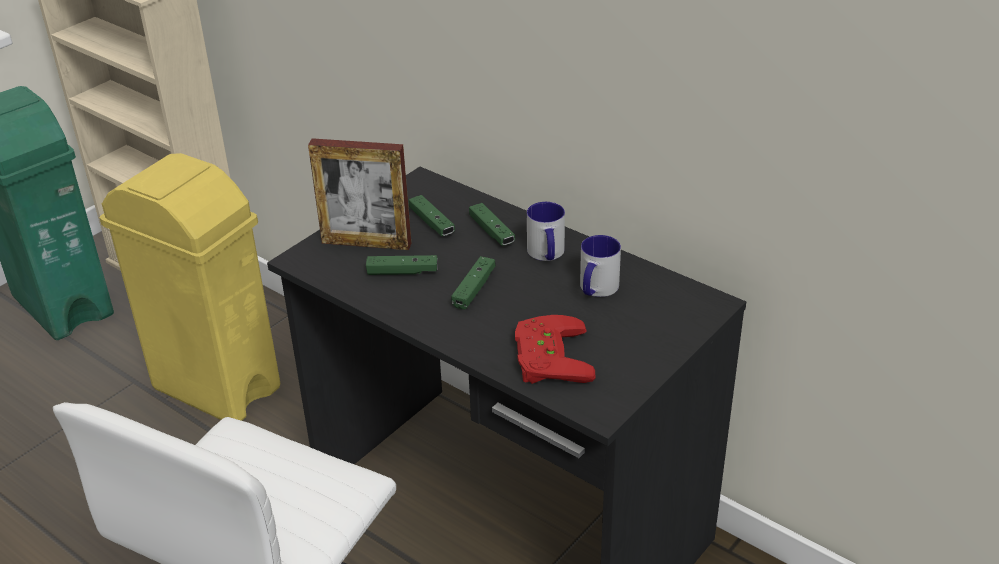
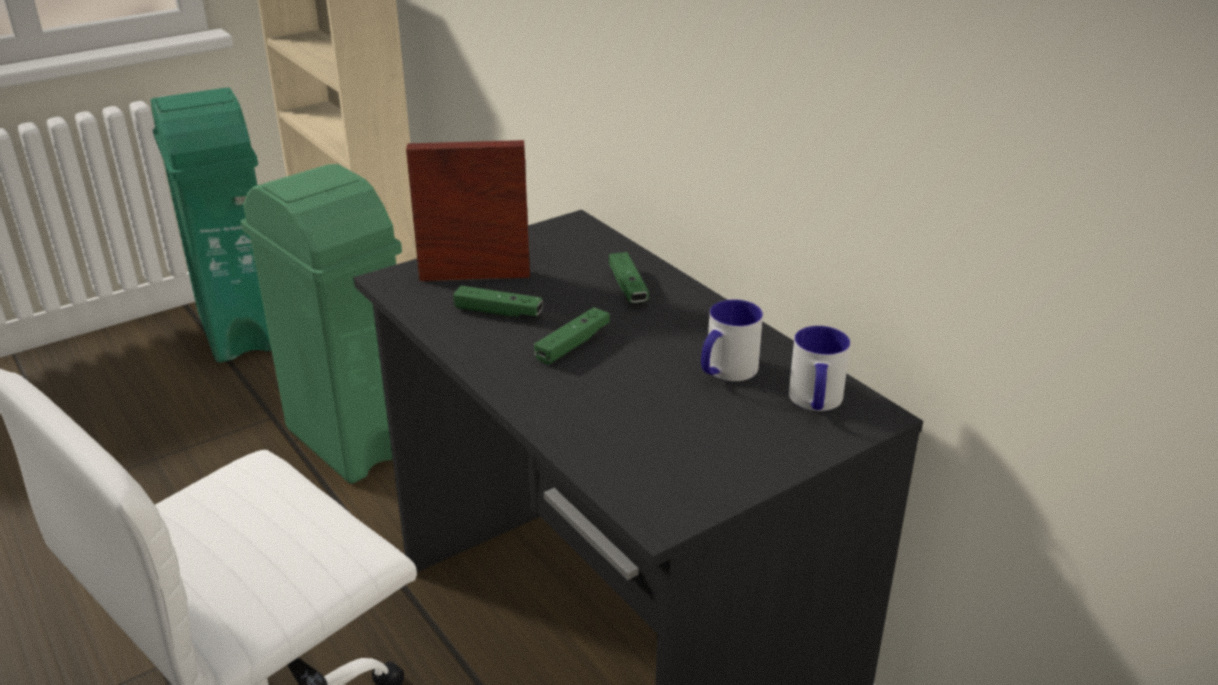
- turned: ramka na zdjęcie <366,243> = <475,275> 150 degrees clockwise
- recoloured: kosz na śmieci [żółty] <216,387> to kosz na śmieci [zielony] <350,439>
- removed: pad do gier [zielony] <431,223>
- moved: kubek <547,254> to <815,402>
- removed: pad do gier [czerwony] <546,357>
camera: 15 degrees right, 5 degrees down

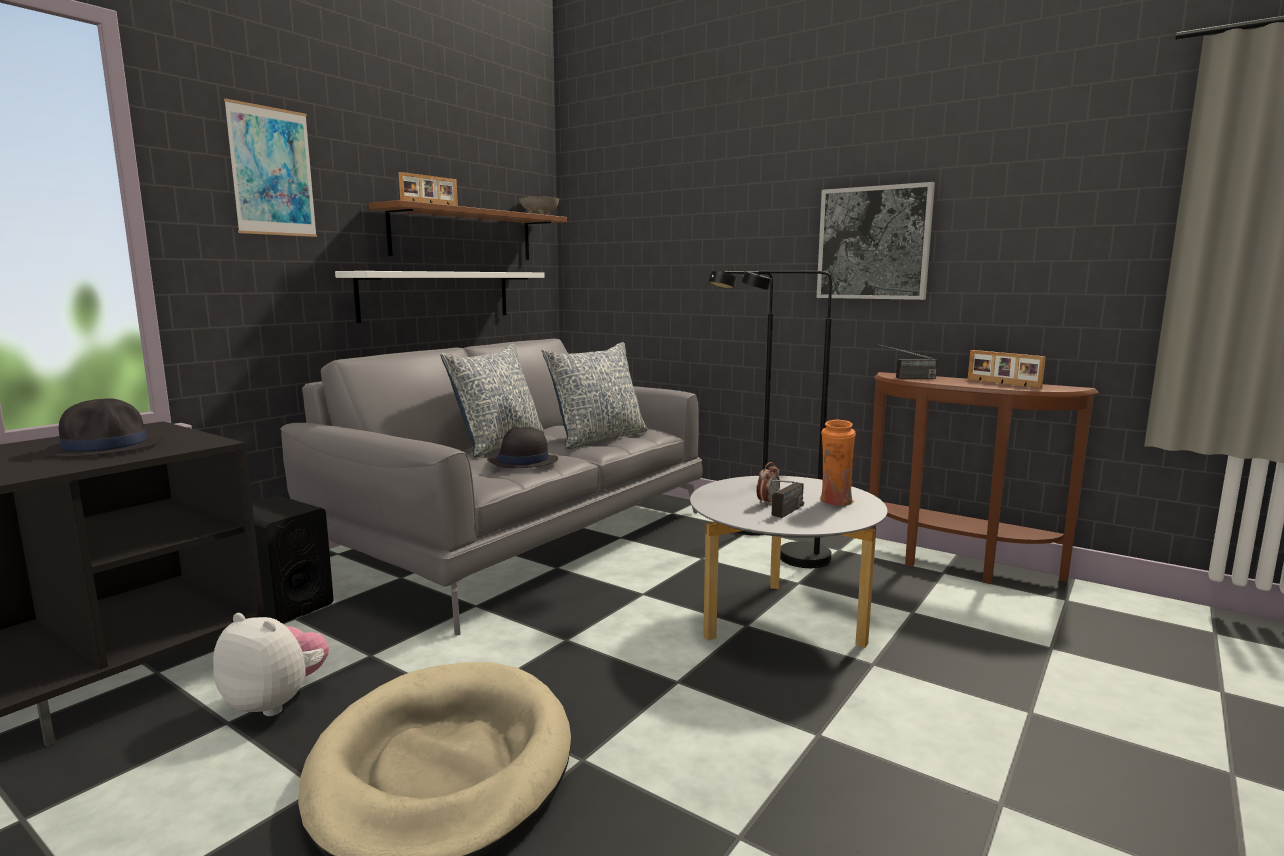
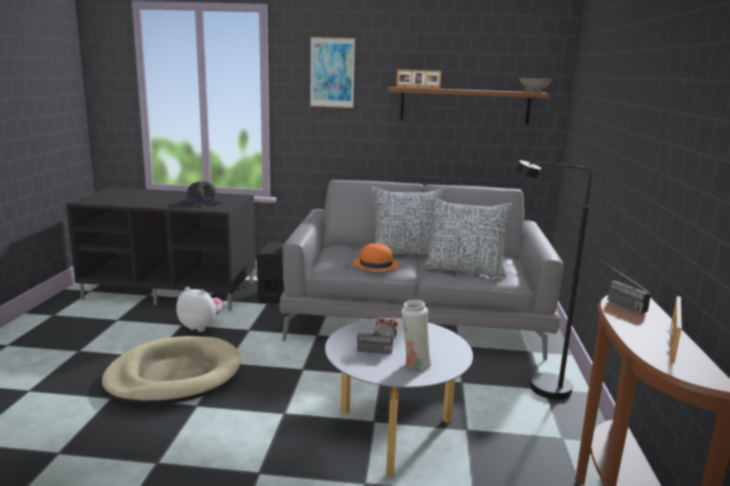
- removed: obraz <873,243>
- removed: lampa stojąca [czarny] <789,557>
- removed: półka [biały] <437,295>
- recoloured: wazon [pomarańczowy] <835,502> to wazon [biały] <415,364>
- recoloured: kapelusz [czarny] <522,461> to kapelusz [pomarańczowy] <375,265>
- turned: pluszak <276,701> = <201,327> 60 degrees counterclockwise
camera: 60 degrees right, 5 degrees up

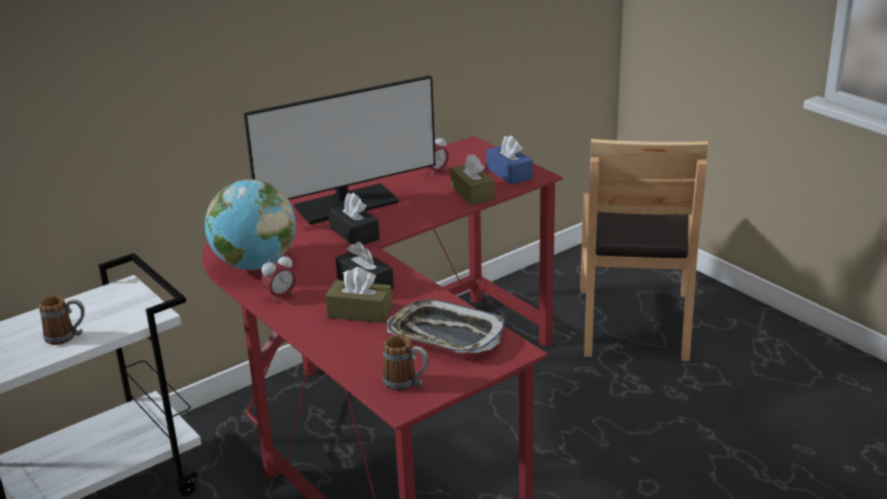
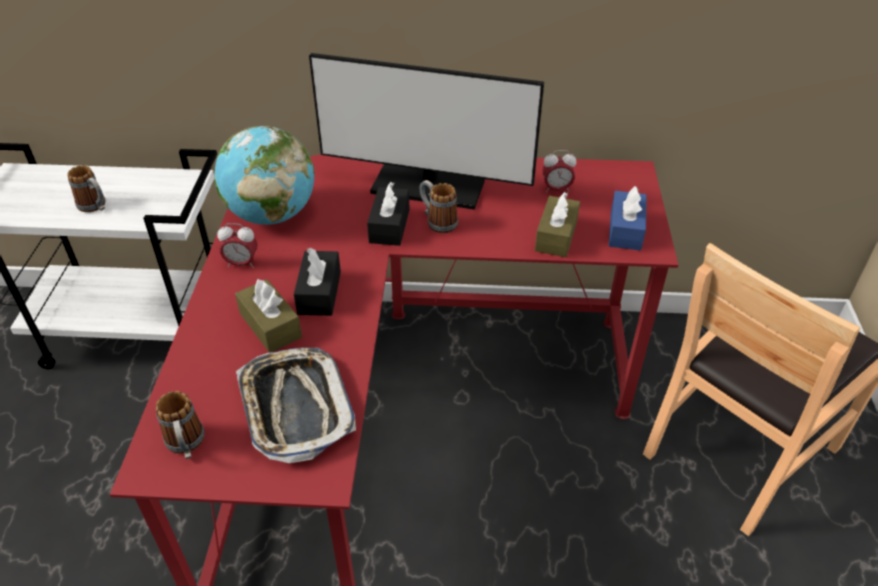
- added: kubek <437,221>
camera: 40 degrees right, 15 degrees up

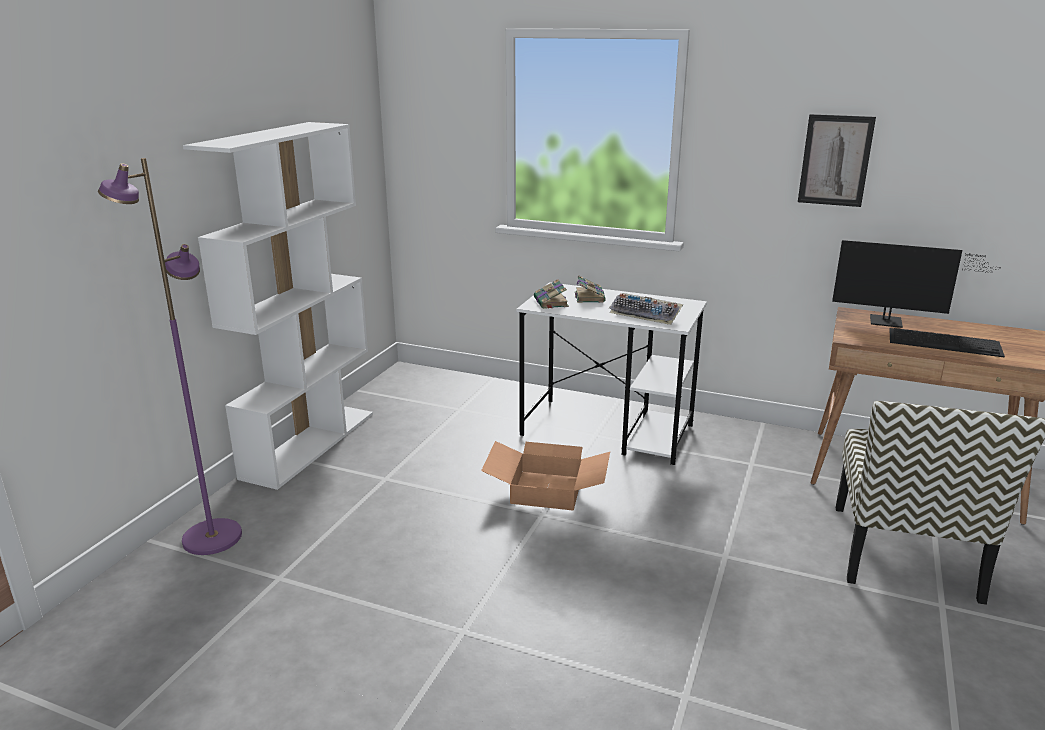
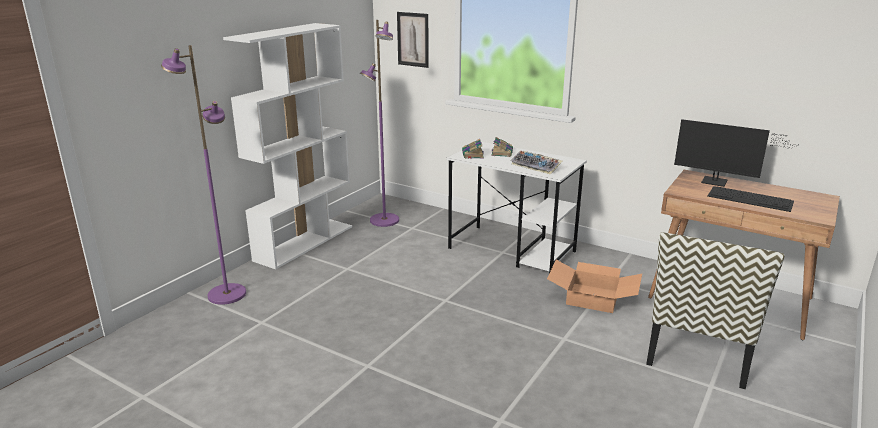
- moved: obraz <835,160> to <413,39>
- moved: karton <548,490> to <593,297>
- added: lampa stojąca [fioletowy] <384,221>
camera: 10 degrees right, 0 degrees up

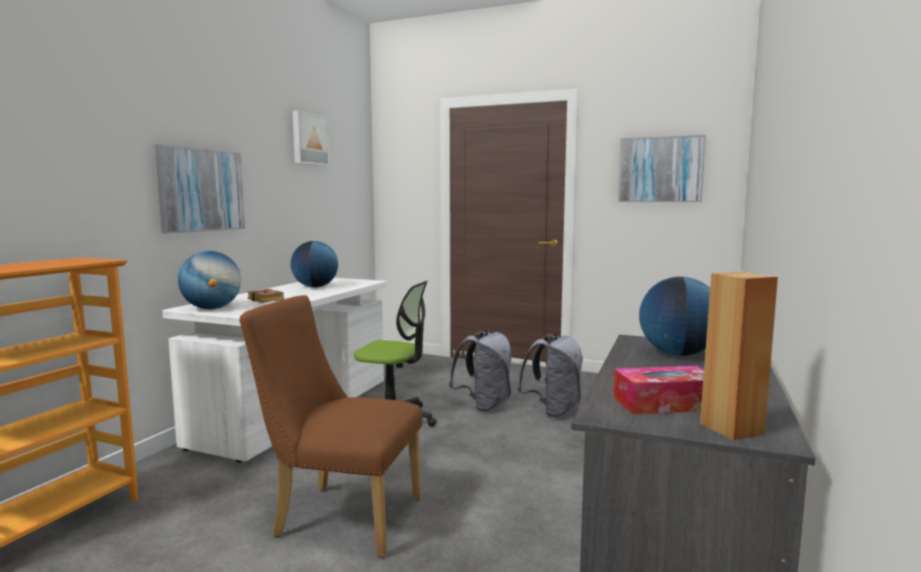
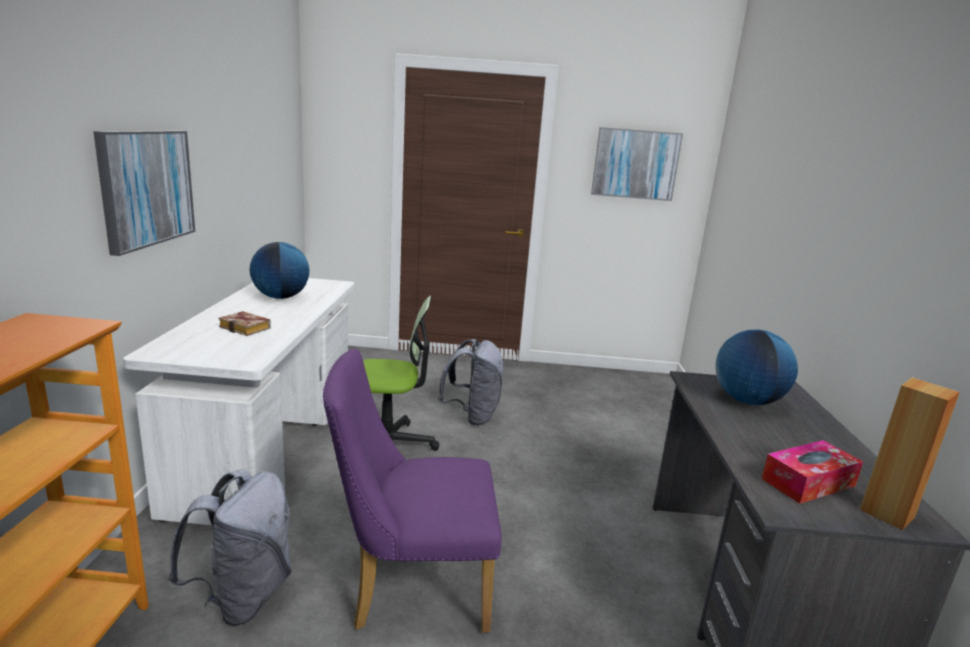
- removed: obraz <309,139>
- removed: globus <212,308>
- recoloured: krzesło [brązowy] <339,516> to krzesło [fioletowy] <410,587>
- moved: plecak [szary] <553,411> to <243,597>
camera: 20 degrees left, 10 degrees up

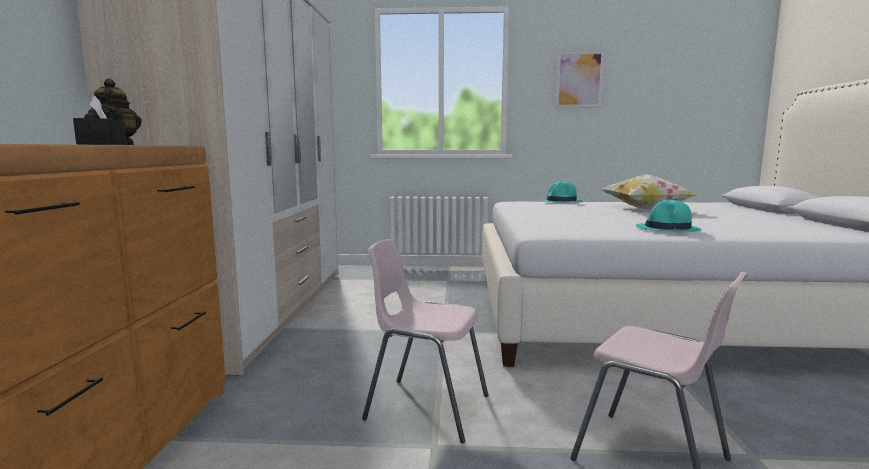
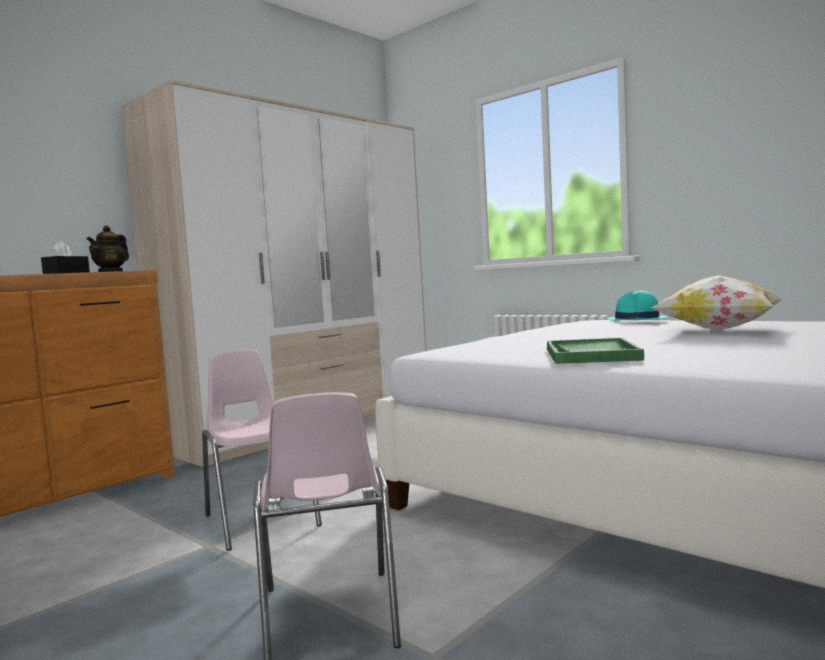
- removed: obraz <579,79>
- replaced: kapelusz [turkusowy] <667,229> to taca [zielony] <591,354>
camera: 40 degrees right, 5 degrees down

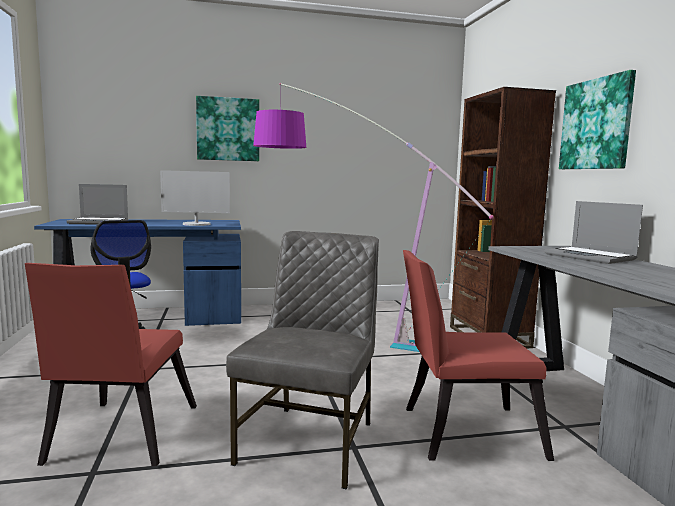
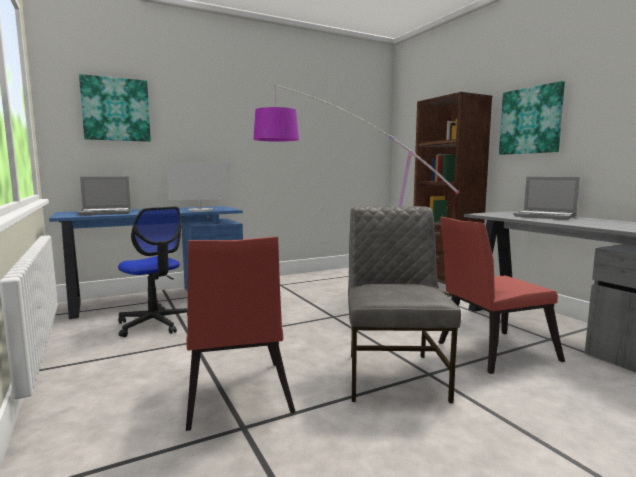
- moved: obraz <228,129> to <116,109>
camera: 15 degrees left, 0 degrees up

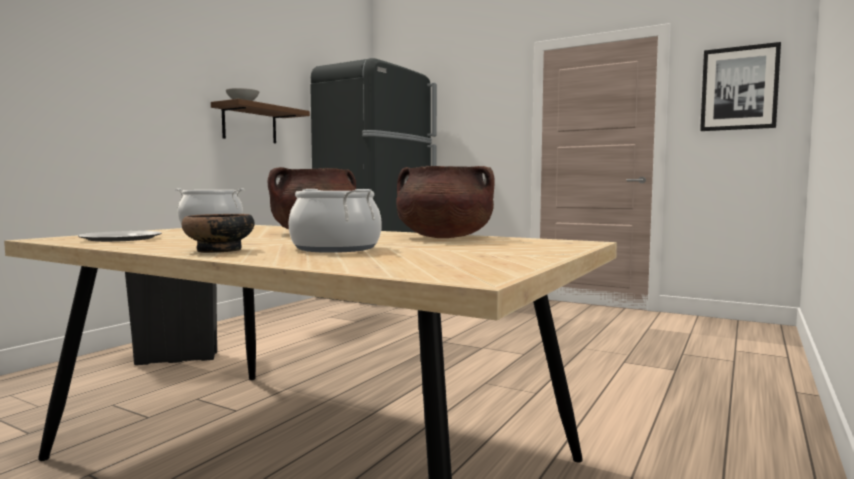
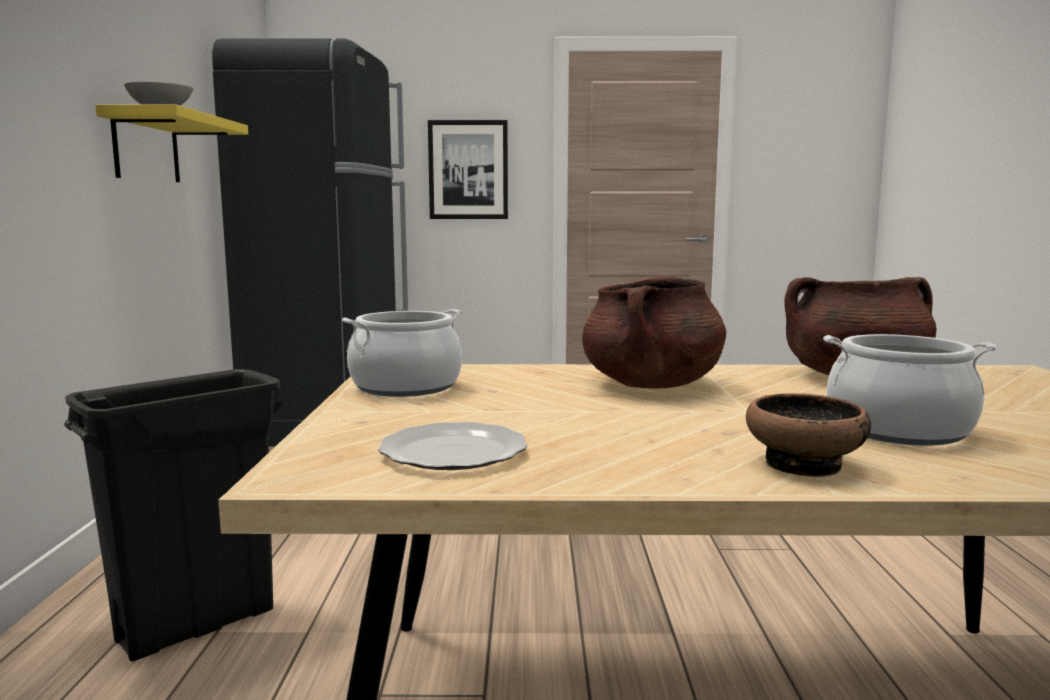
- moved: obraz <739,88> to <468,170>
- recoloured: półka [brązowy] <249,124> to półka [żółty] <146,148>
camera: 30 degrees left, 5 degrees up

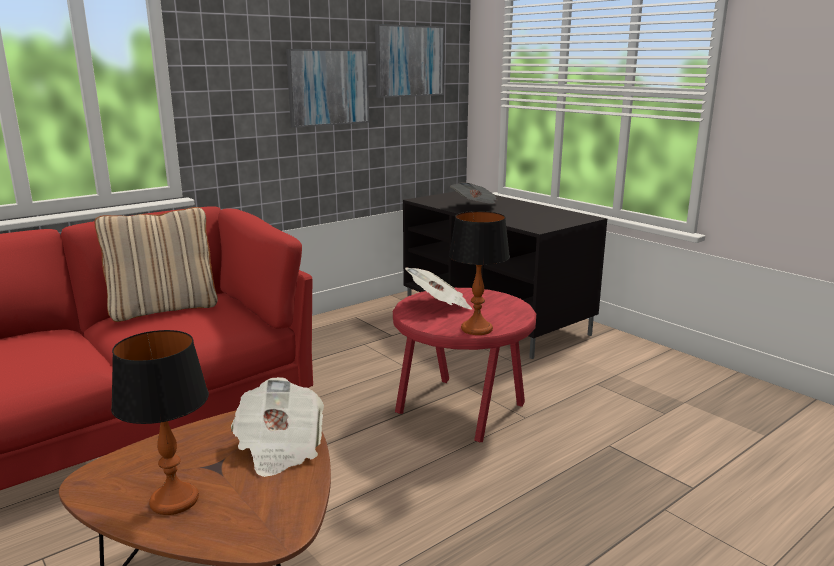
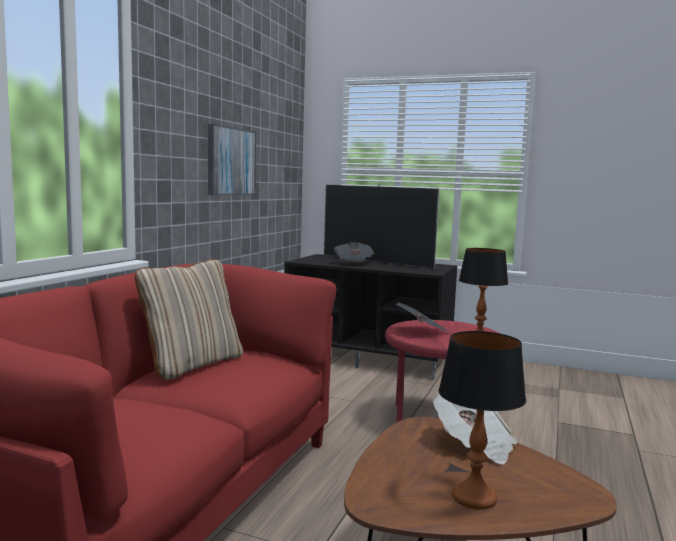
- removed: obraz <409,61>
- added: telewizor <376,262>
camera: 30 degrees left, 10 degrees down

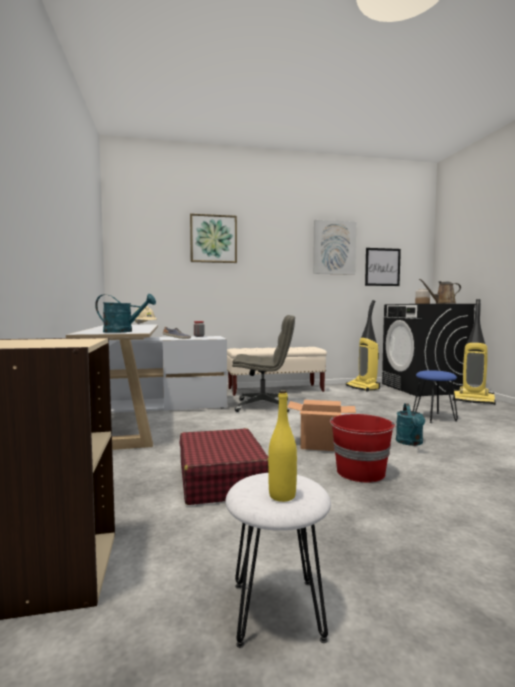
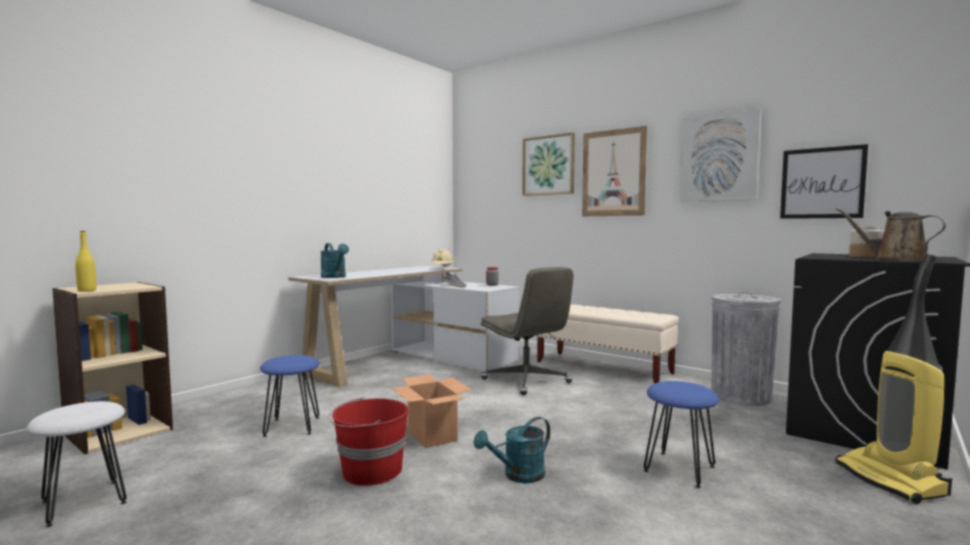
- replaced: odkurzacz <363,388> to kosz na śmieci [szary] <740,396>
- moved: butelka [żółty] <282,496> to <87,290>
- replaced: walizka [czerwony] <221,479> to stołek [niebieski] <292,426>
- added: obraz <613,173>
camera: 50 degrees right, 0 degrees up

